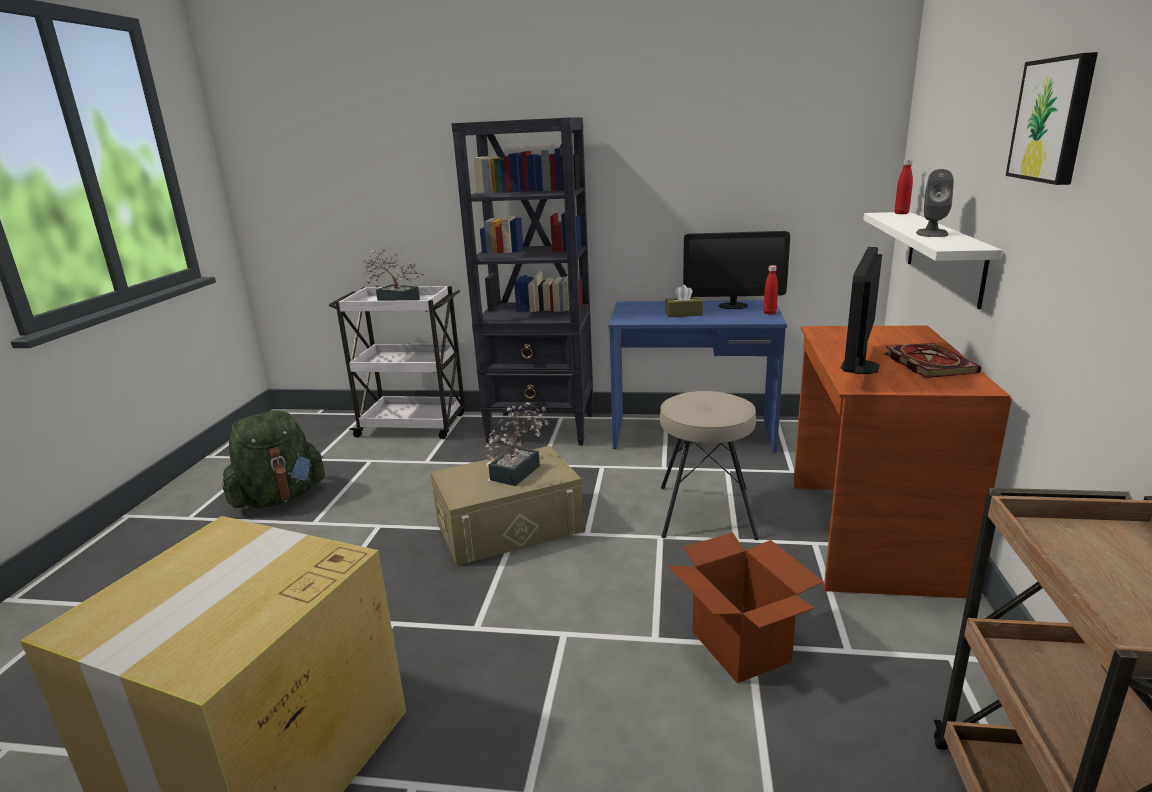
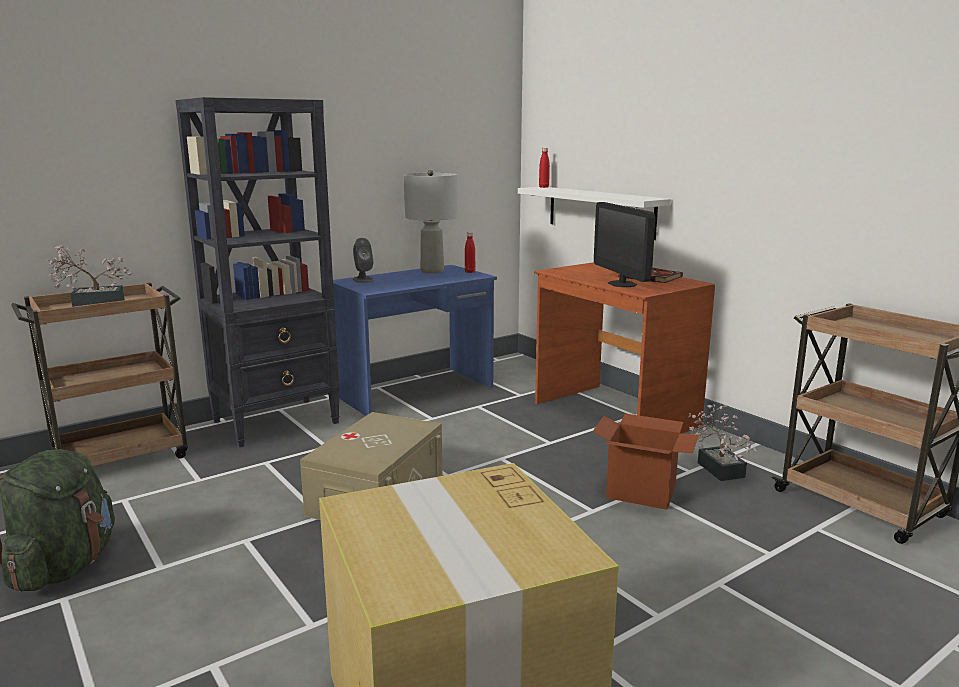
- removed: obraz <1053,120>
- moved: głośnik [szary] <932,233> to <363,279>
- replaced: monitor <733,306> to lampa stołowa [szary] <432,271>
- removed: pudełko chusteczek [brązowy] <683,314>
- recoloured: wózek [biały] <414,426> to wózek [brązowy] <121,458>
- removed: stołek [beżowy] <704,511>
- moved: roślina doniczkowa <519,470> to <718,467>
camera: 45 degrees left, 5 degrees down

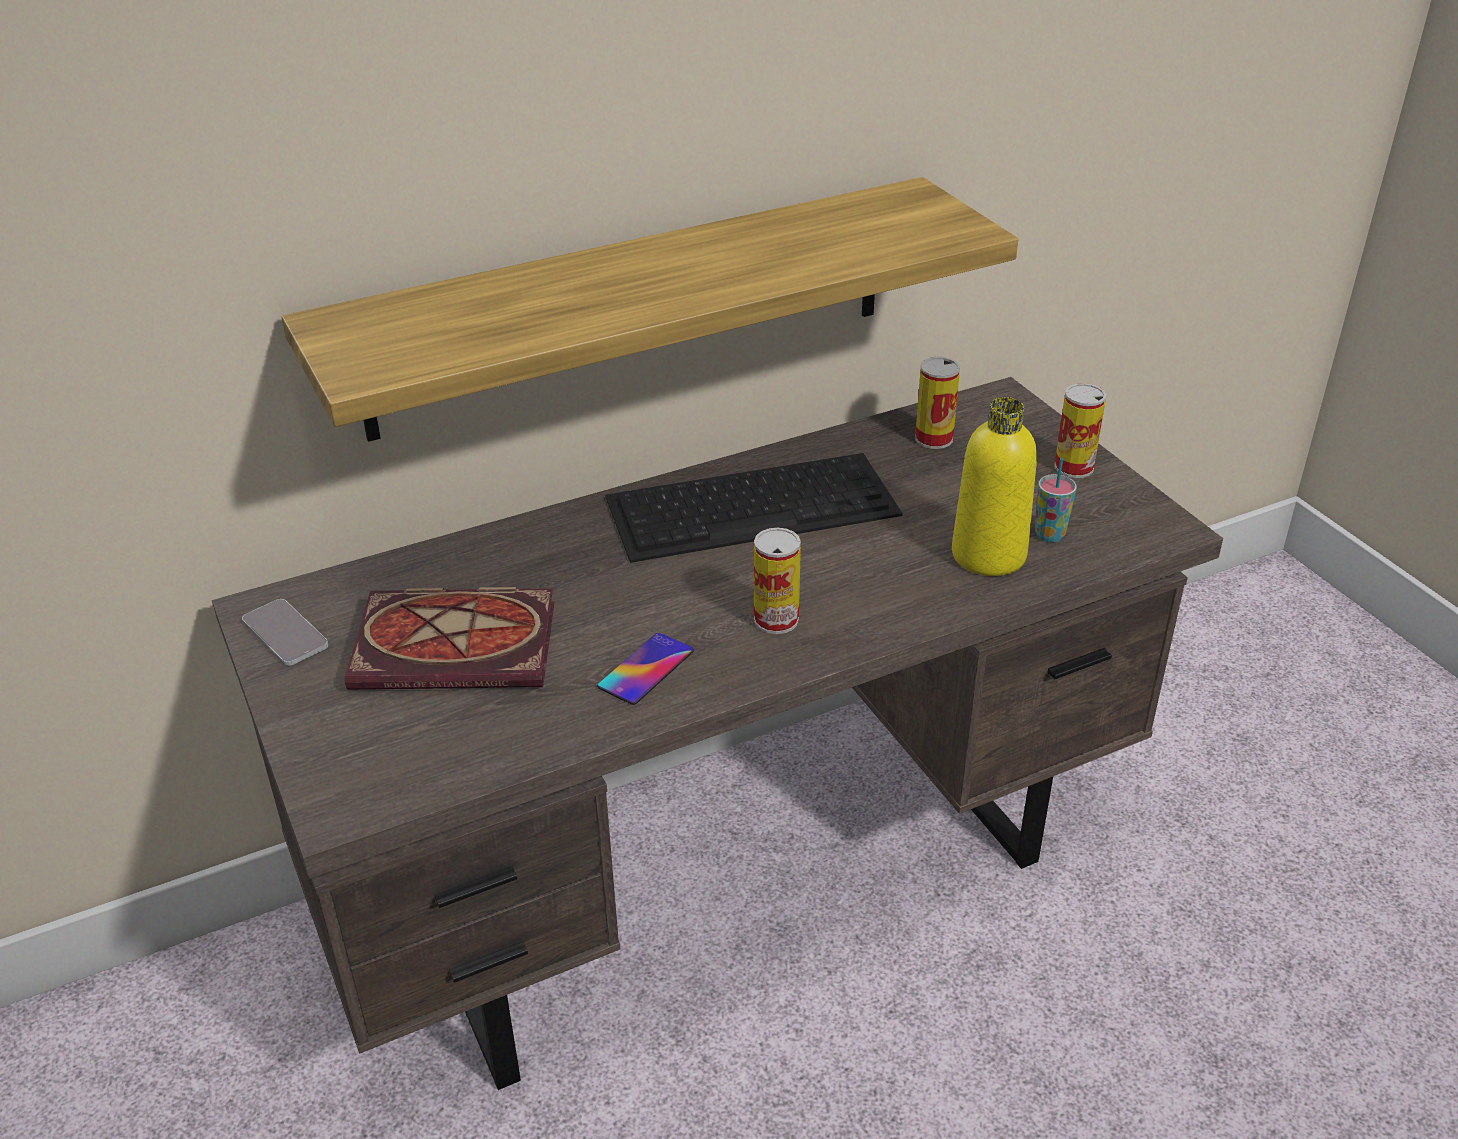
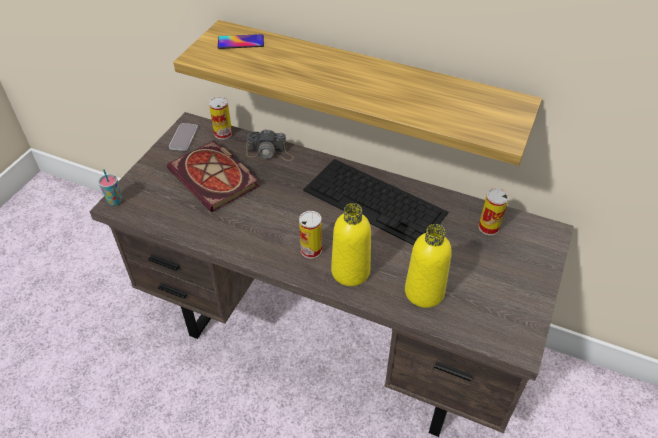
- moved: puszka <1074,467> to <223,133>
- moved: filiżanka <1049,535> to <115,201>
- moved: telefon <646,669> to <241,42>
- added: aparat fotograficzny <270,153>
- added: butelka [żółty] <350,271>
camera: 50 degrees right, 10 degrees up

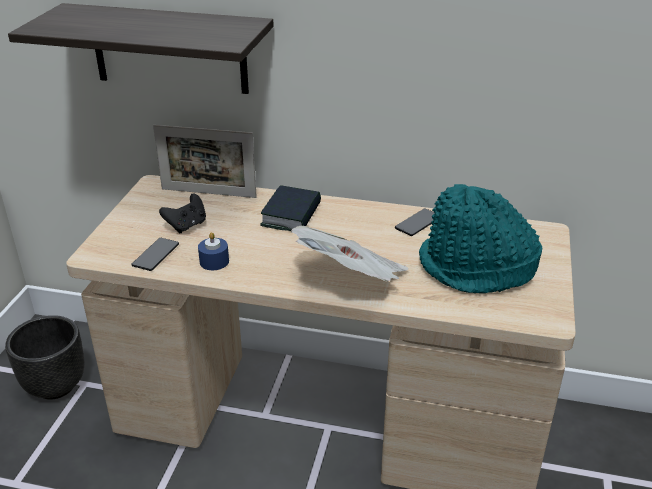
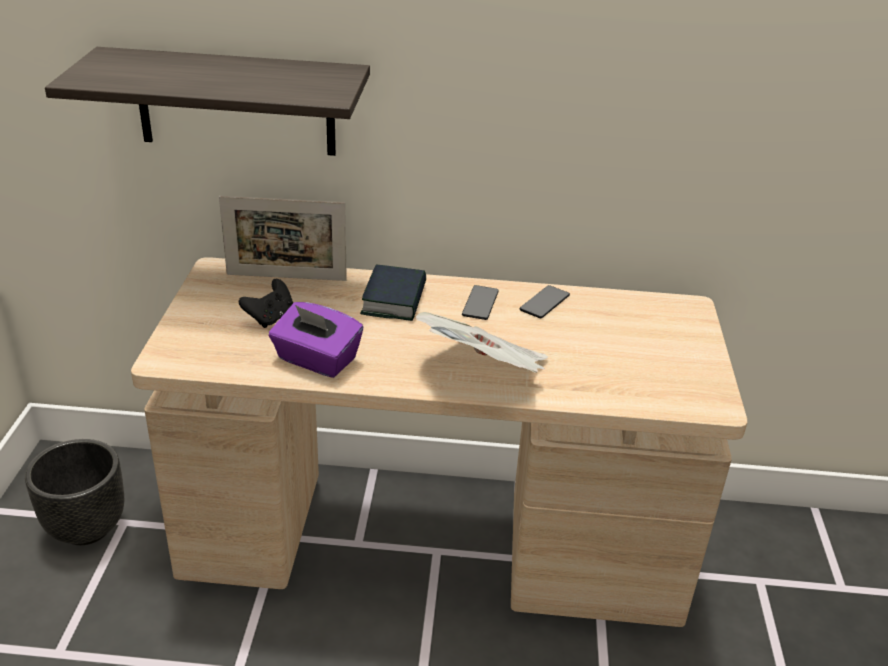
- removed: kapelusz [turkusowy] <476,268>
- replaced: świeca [niebieski] <214,261> to pudełko chusteczek [fioletowy] <316,360>
- moved: telefon <156,255> to <480,303>
camera: 10 degrees left, 0 degrees up

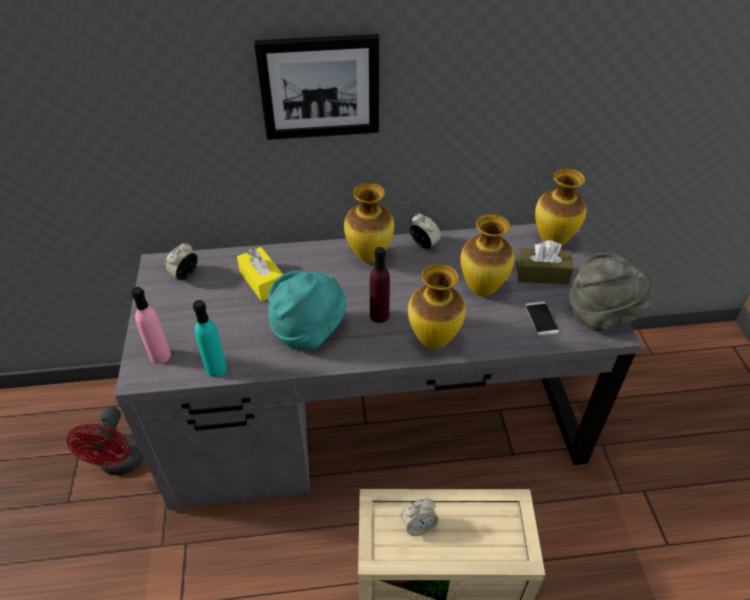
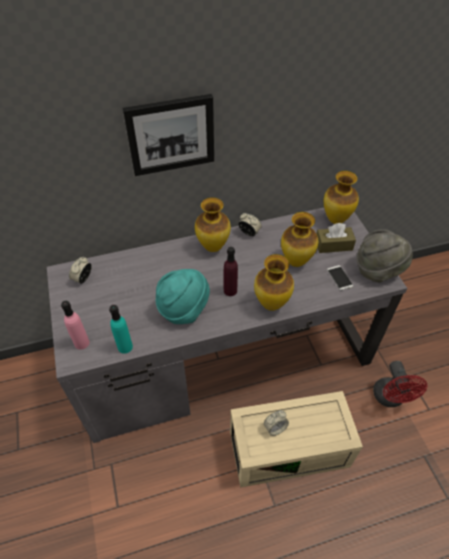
- removed: pudełko chusteczek [żółty] <262,281>
- moved: wentylator [czerwony] <120,464> to <390,399>
camera: 10 degrees left, 5 degrees up

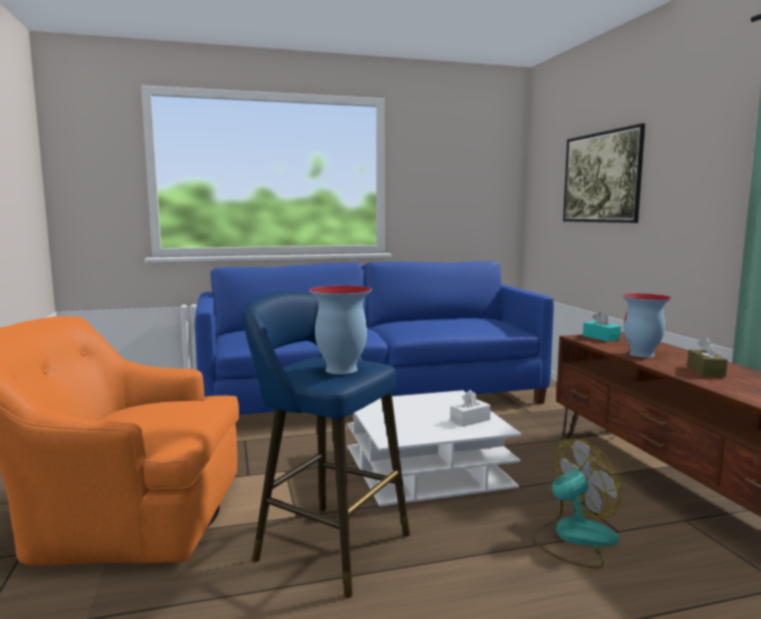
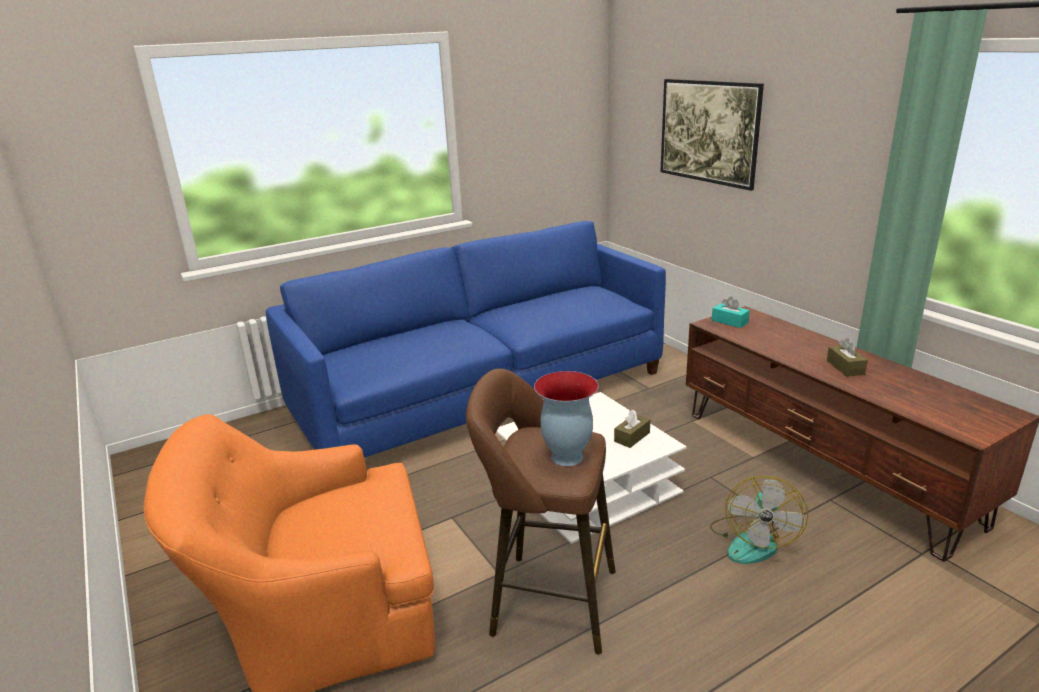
- recoloured: stołek [niebieski] <325,544> to stołek [brązowy] <546,600>
- removed: wazon <642,354>
- recoloured: pudełko chusteczek [biały] <470,420> to pudełko chusteczek [brązowy] <632,437>
- turned: wentylator <574,538> = <752,541> 150 degrees clockwise
camera: 15 degrees left, 15 degrees up

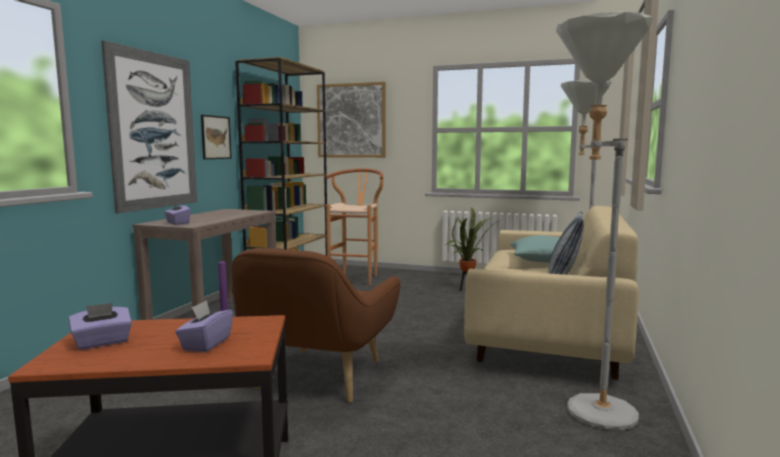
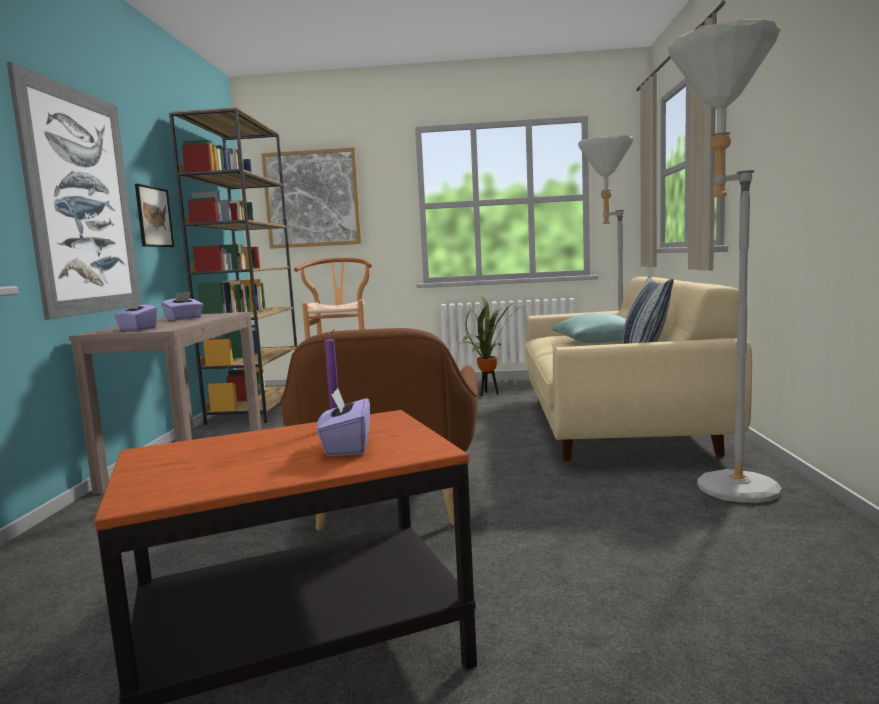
- moved: pudełko chusteczek [fioletowy] <102,342> to <184,318>
camera: 15 degrees left, 0 degrees up

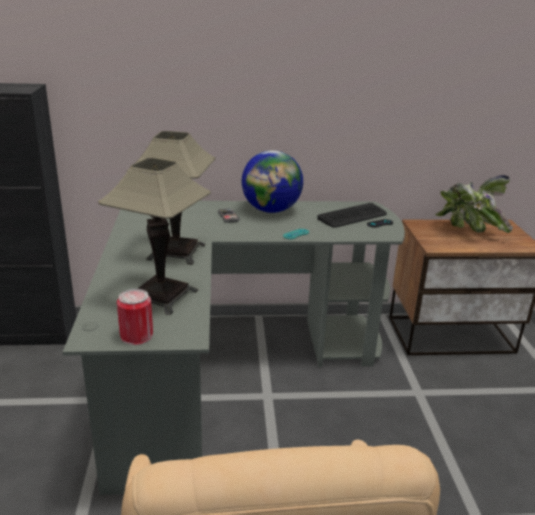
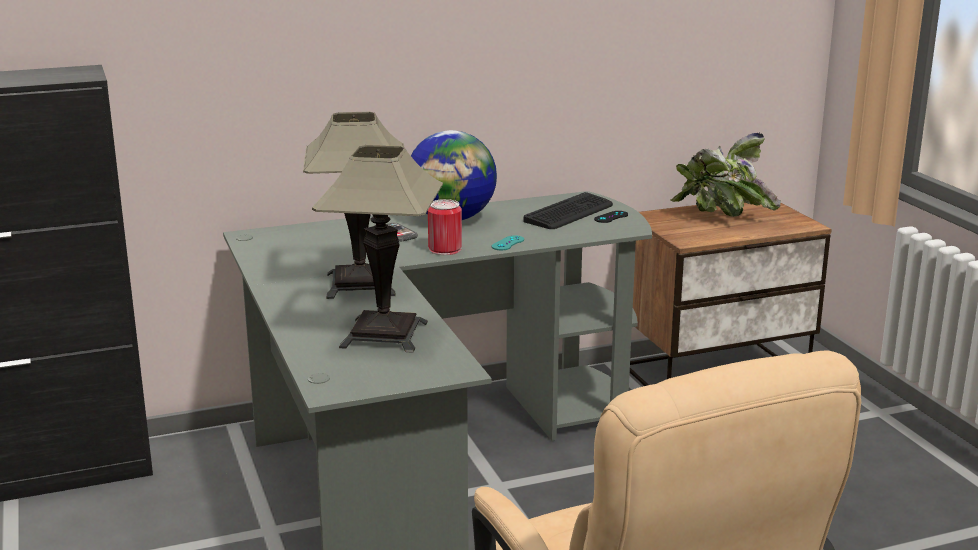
- moved: puszka <136,336> to <445,249>
camera: 15 degrees left, 5 degrees down

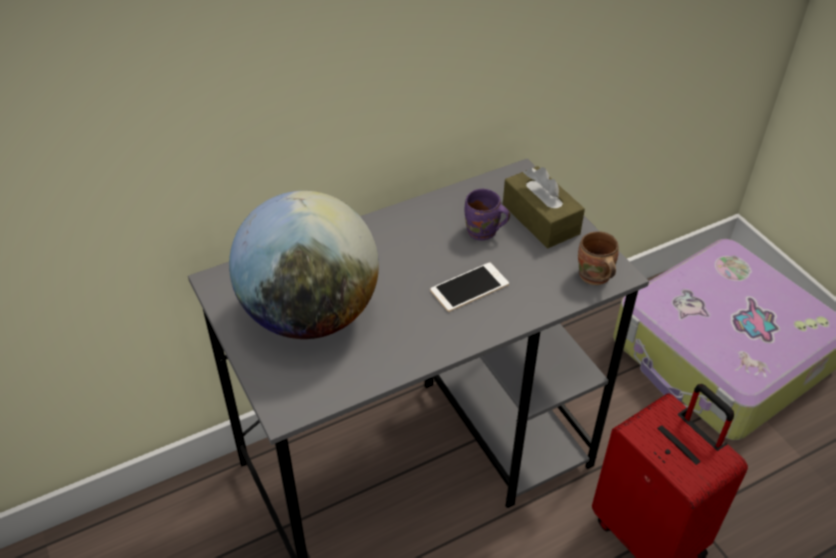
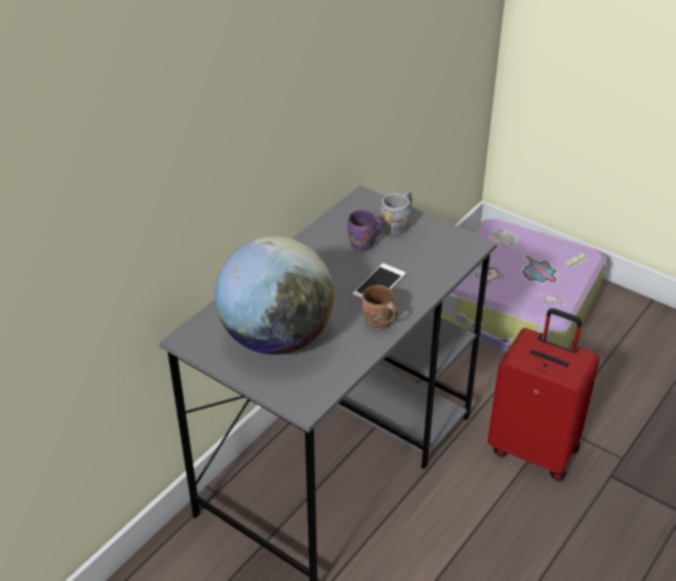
- replaced: pudełko chusteczek [brązowy] <540,219> to kubek [szary] <398,224>
- moved: kubek [brązowy] <593,277> to <378,324>
camera: 25 degrees left, 5 degrees down

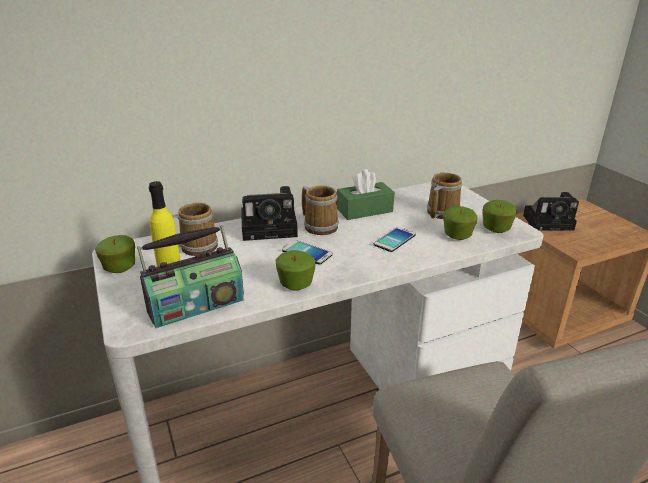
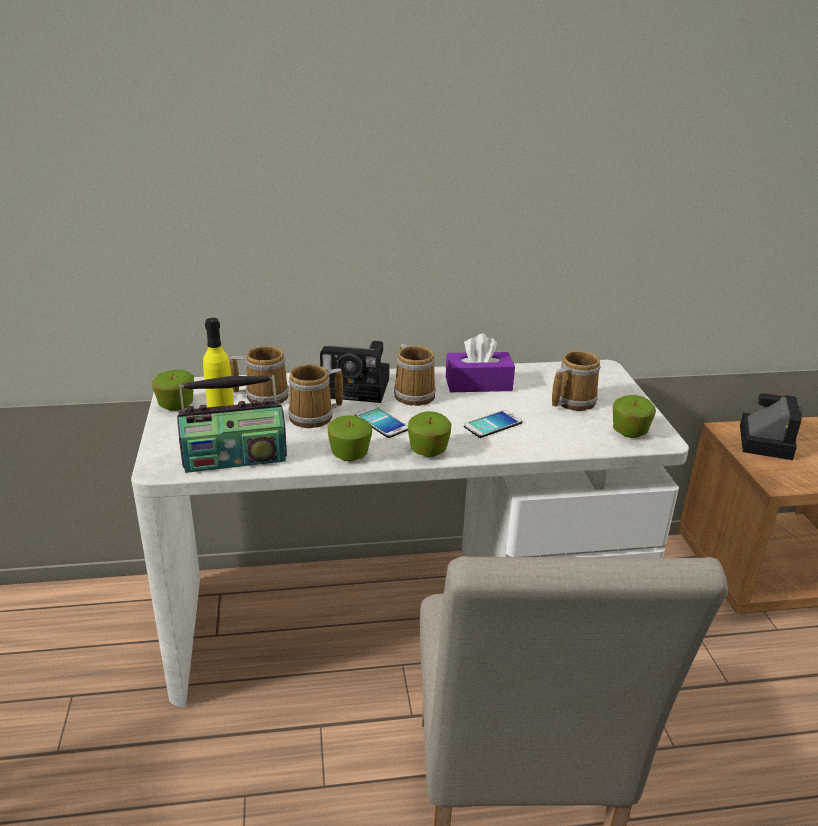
- recoloured: pudełko chusteczek [zielony] <364,210> to pudełko chusteczek [fioletowy] <478,384>
- turned: aparat fotograficzny <550,222> = <764,440> 90 degrees counterclockwise
- moved: jabłko <457,236> to <428,450>
- added: kubek <314,417>
camera: 15 degrees right, 0 degrees up

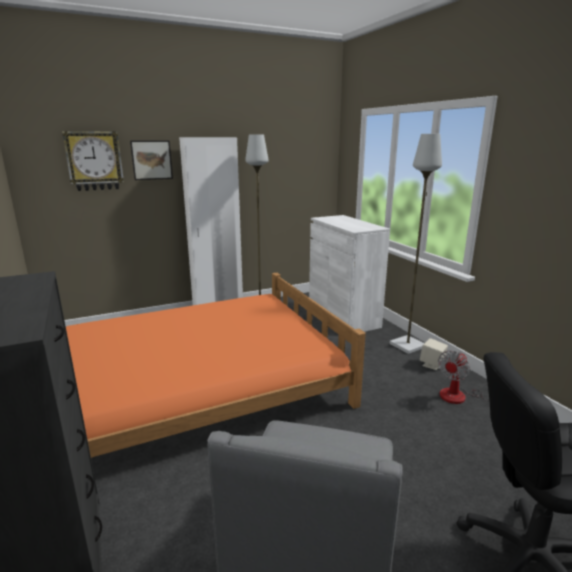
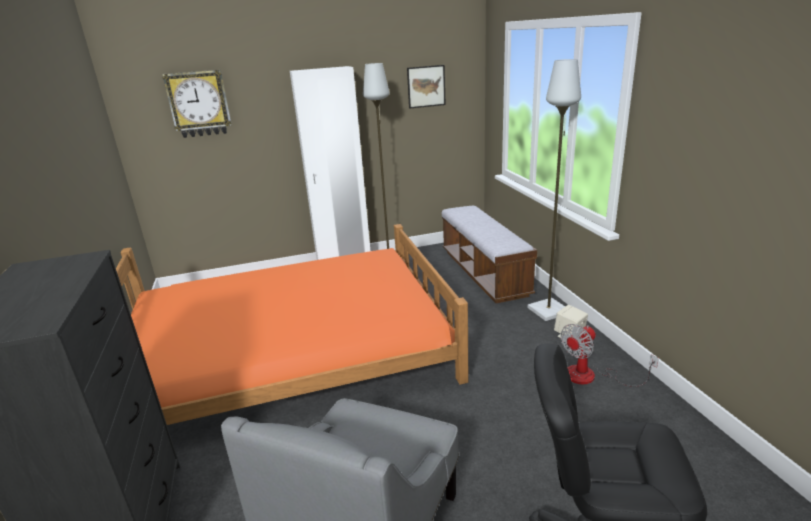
- moved: obraz <152,160> to <426,86>
- replaced: szafka [biały] <343,316> to ławka <483,272>
camera: 10 degrees right, 5 degrees up

